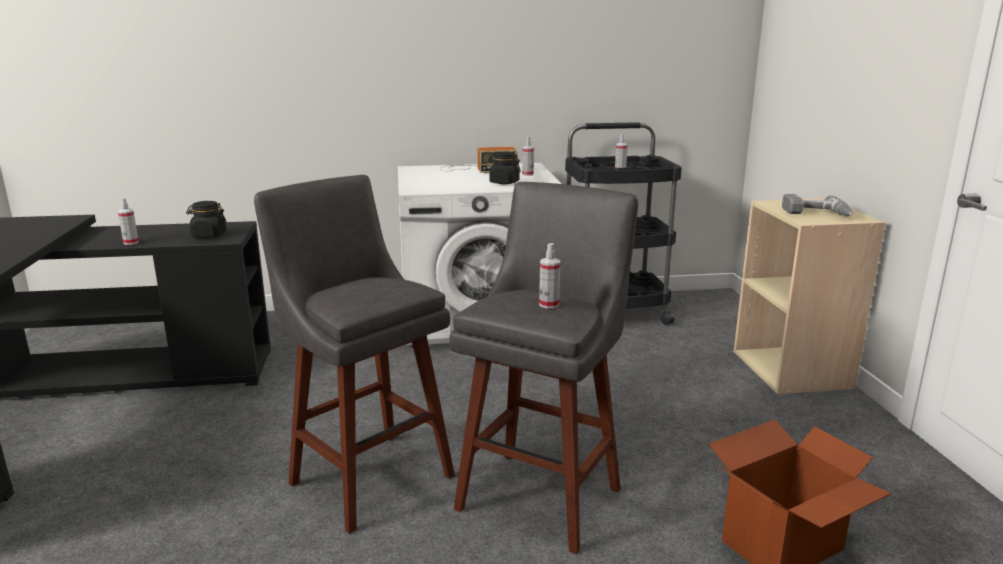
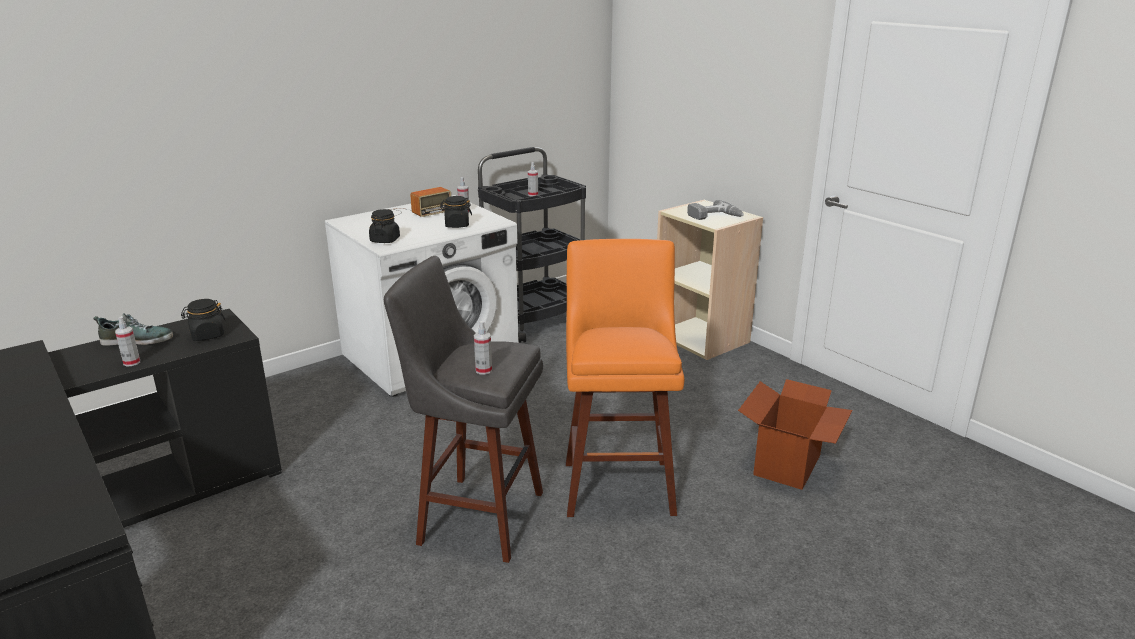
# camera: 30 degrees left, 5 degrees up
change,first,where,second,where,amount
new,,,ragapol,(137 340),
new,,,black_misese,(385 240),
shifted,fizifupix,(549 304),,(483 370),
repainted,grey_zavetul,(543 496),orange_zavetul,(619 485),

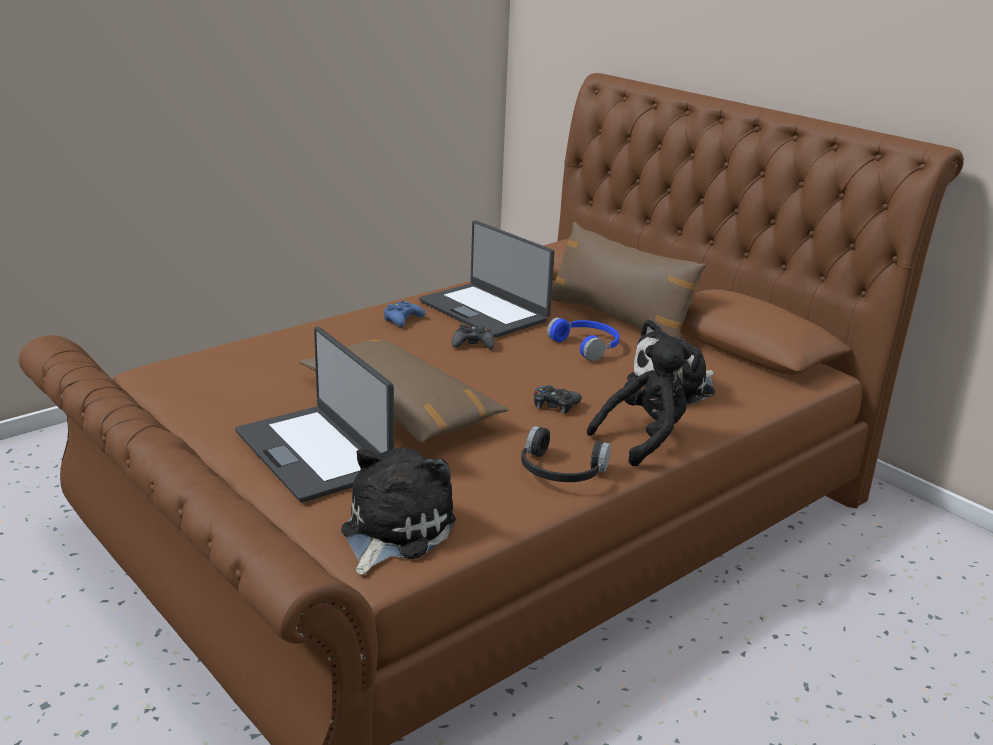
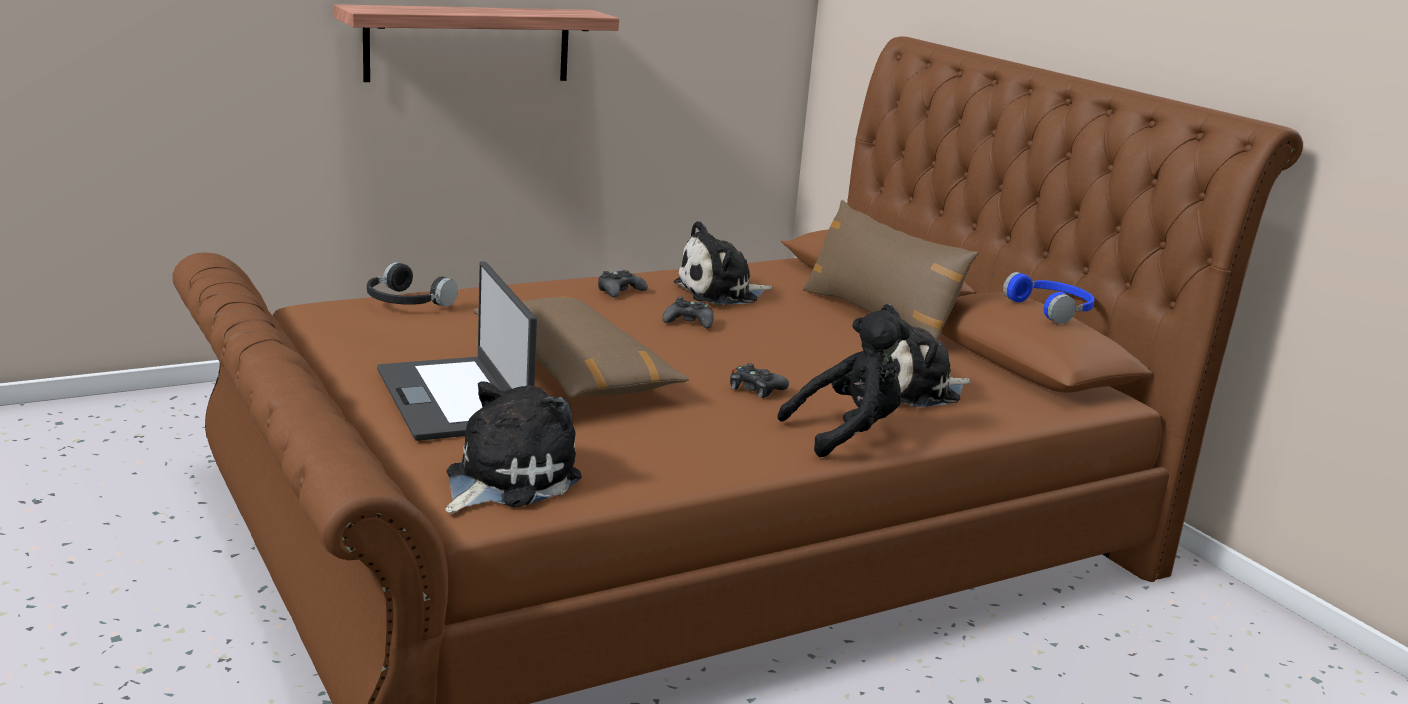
# camera: 10 degrees right, 5 degrees down
change,first,where,second,where,amount
new,,,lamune,(469 44),
shifted,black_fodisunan,(560 471),,(405 302),
shifted,blue_fodisunan,(587 346),,(1052 309),
swapped,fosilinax,(485 310),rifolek,(721 293),
repainted,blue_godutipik,(402 319),black_godutipik,(620 291),

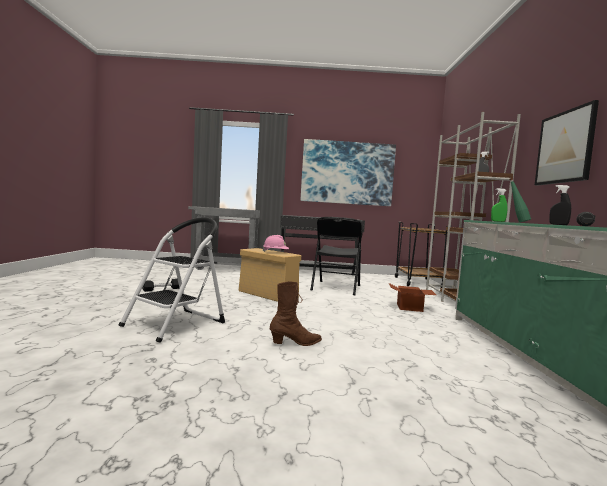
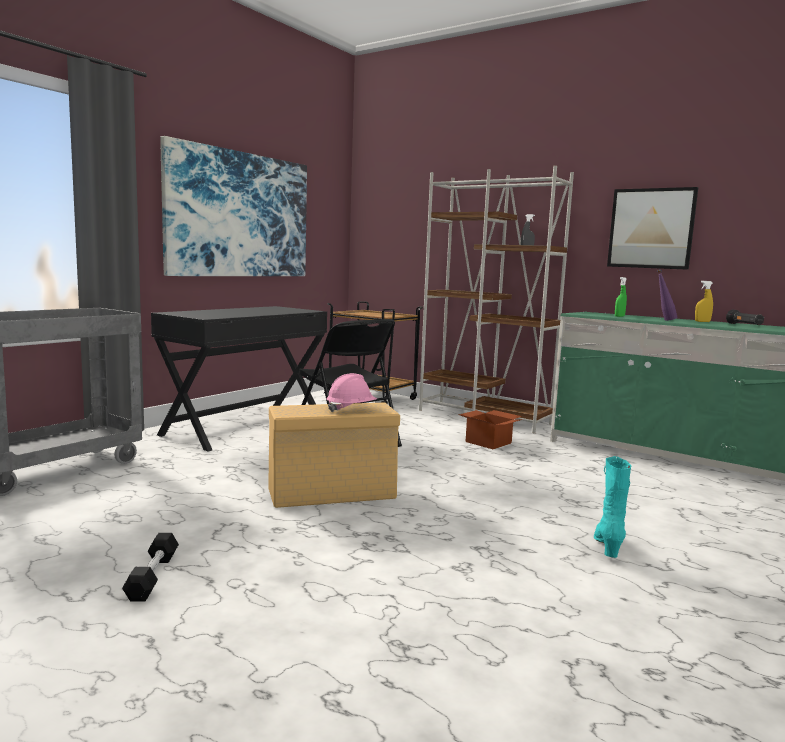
# camera: 55 degrees left, 5 degrees up
change,first,where,second,where,amount
gone,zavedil,(177 324),,,
repainted,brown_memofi,(296 343),turquoise_memofi,(608 546),
repainted,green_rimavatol,(517 222),purple_rimavatol,(663 320),
repainted,black_fizifupix,(558 224),yellow_fizifupix,(702 321),

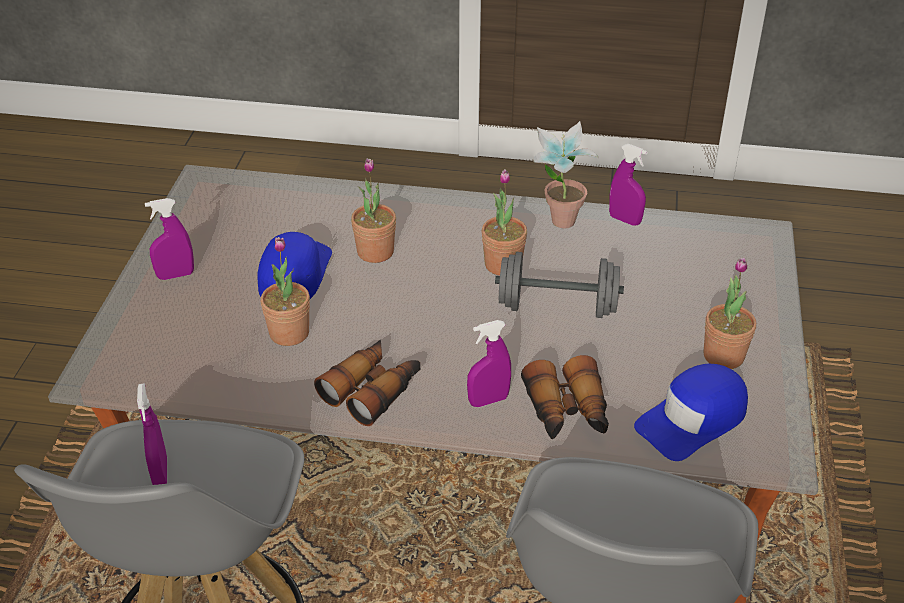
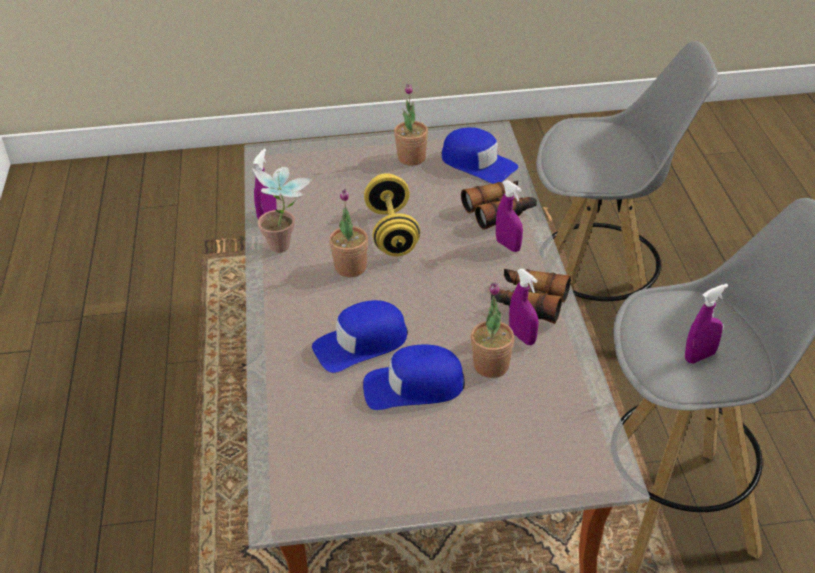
# camera: 105 degrees left, 0 degrees up
change,first,where,second,where,amount
shifted,purple_fizifupix,(175 275),,(522 337),
swapped,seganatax,(375 252),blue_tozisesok,(361 344),
repainted,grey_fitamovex,(557 307),yellow_fitamovex,(392 232),

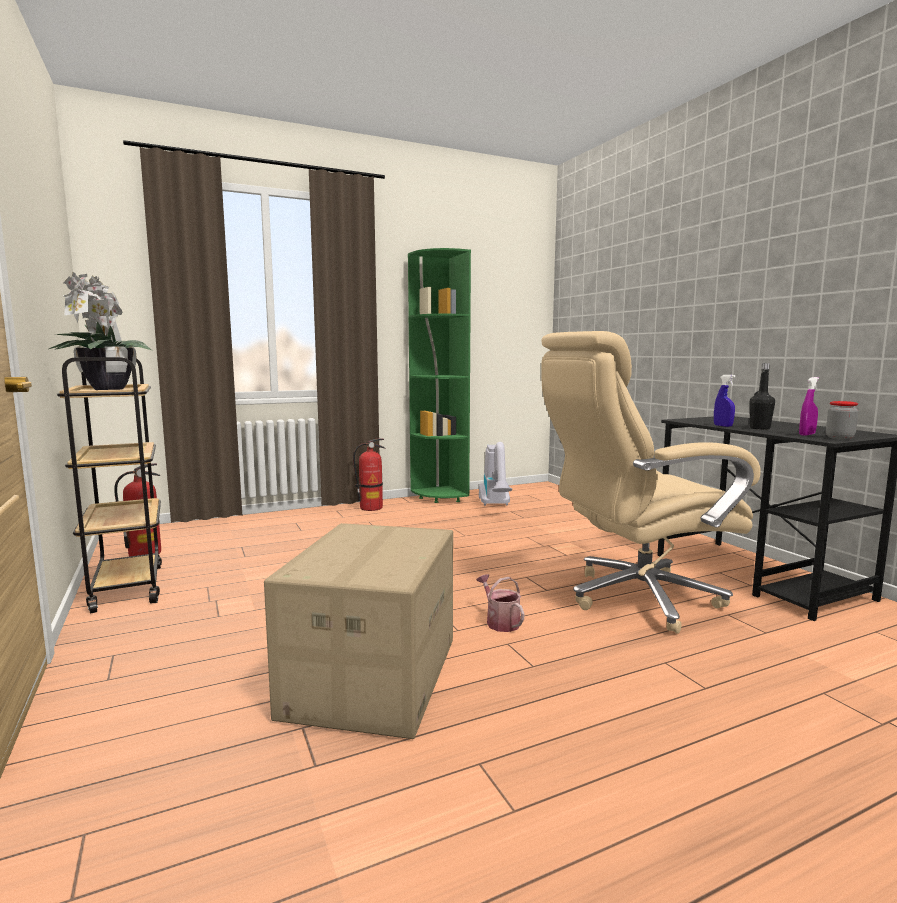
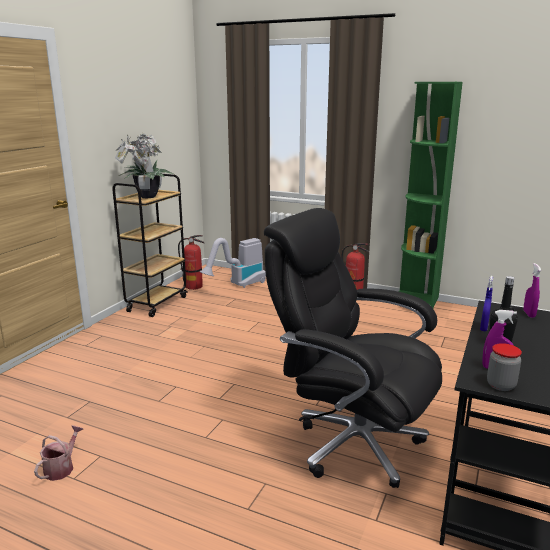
# camera: 50 degrees right, 10 degrees up
change,first,where,second,where,amount
gone,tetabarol,(371 676),,,
new,,,purple_fizifupix,(529 314),
shifted,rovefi,(500 621),,(61 467),
shifted,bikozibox,(496 505),,(238 285),
repainted,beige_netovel,(634 600),black_netovel,(351 443),

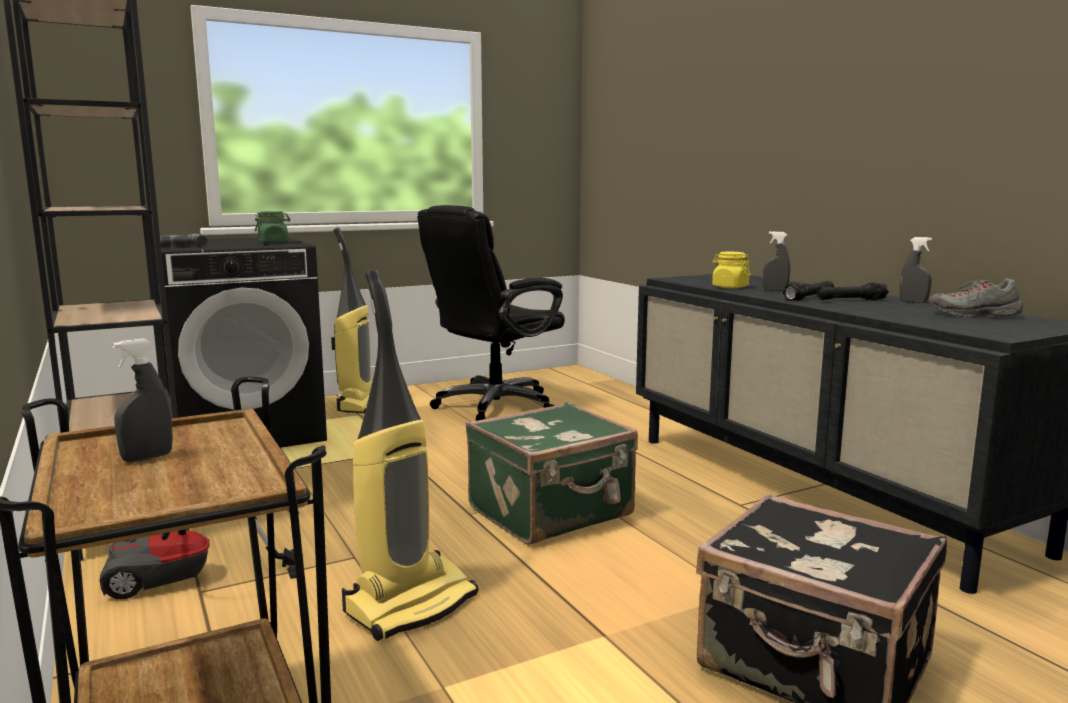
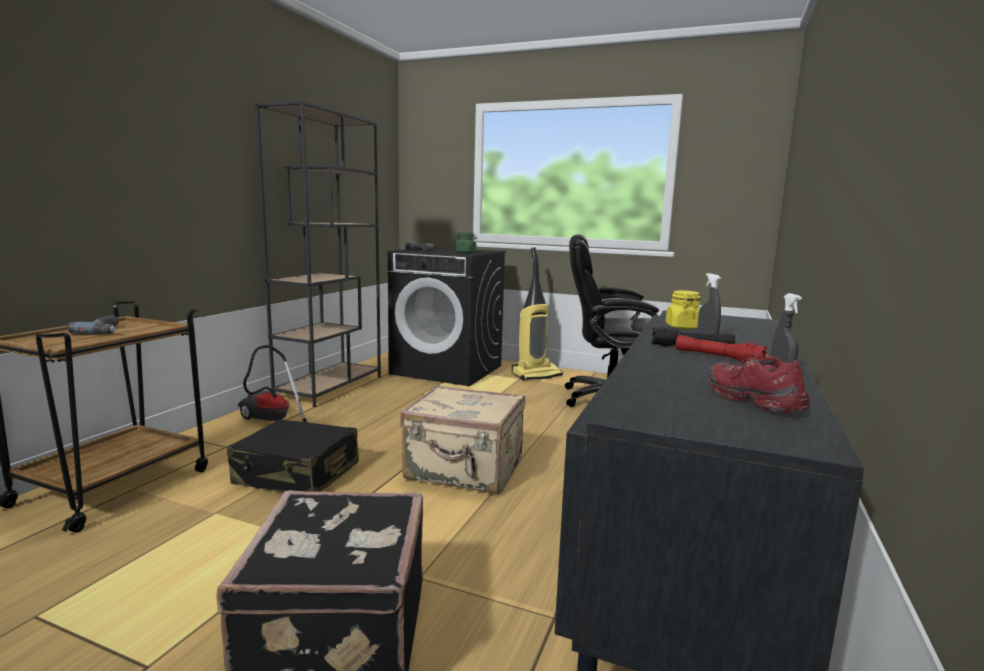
# camera: 50 degrees right, 0 degrees up
change,first,where,second,where,amount
swapped,grey_fizifupix,(147 458),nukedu,(106 331),
swapped,bikozibox,(410 604),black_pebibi,(297 474),
repainted,green_pebibi,(552 513),beige_pebibi,(465 470),
repainted,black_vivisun,(850 300),red_vivisun,(717 358),
repainted,grey_ragapol,(974 315),red_ragapol,(752 400),

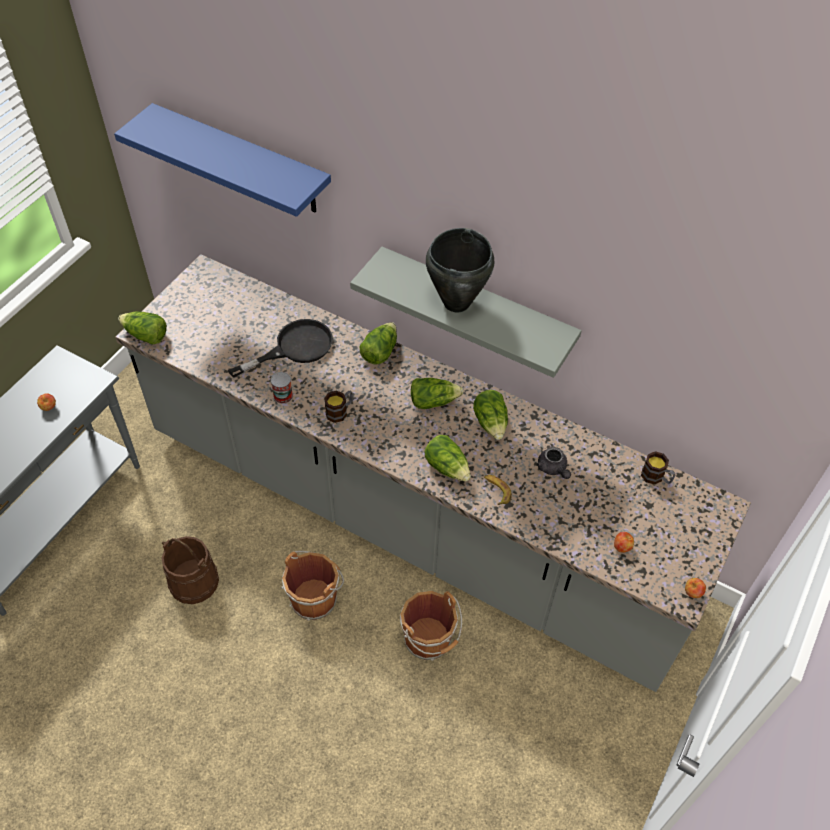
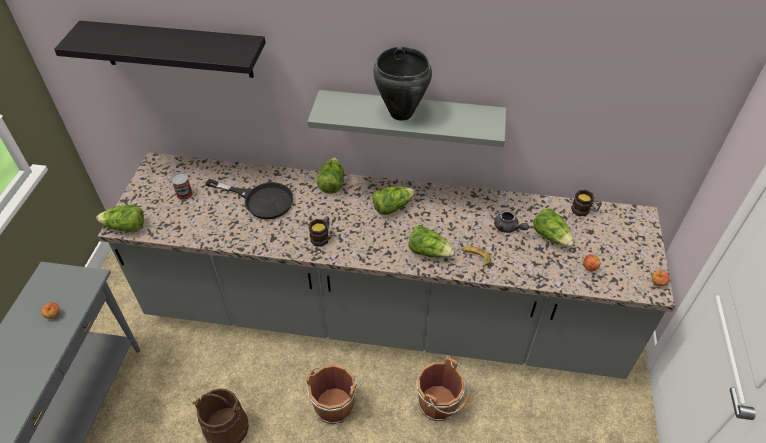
# camera: 20 degrees left, 5 degrees down
change,first,where,second,where,amount
shifted,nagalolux,(283 396),,(184 194),
shifted,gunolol,(491 423),,(551 236),
repainted,blue_lamune,(242 160),black_lamune,(176 49),
rotated,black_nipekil,(294 348),,(261 200),75 degrees clockwise

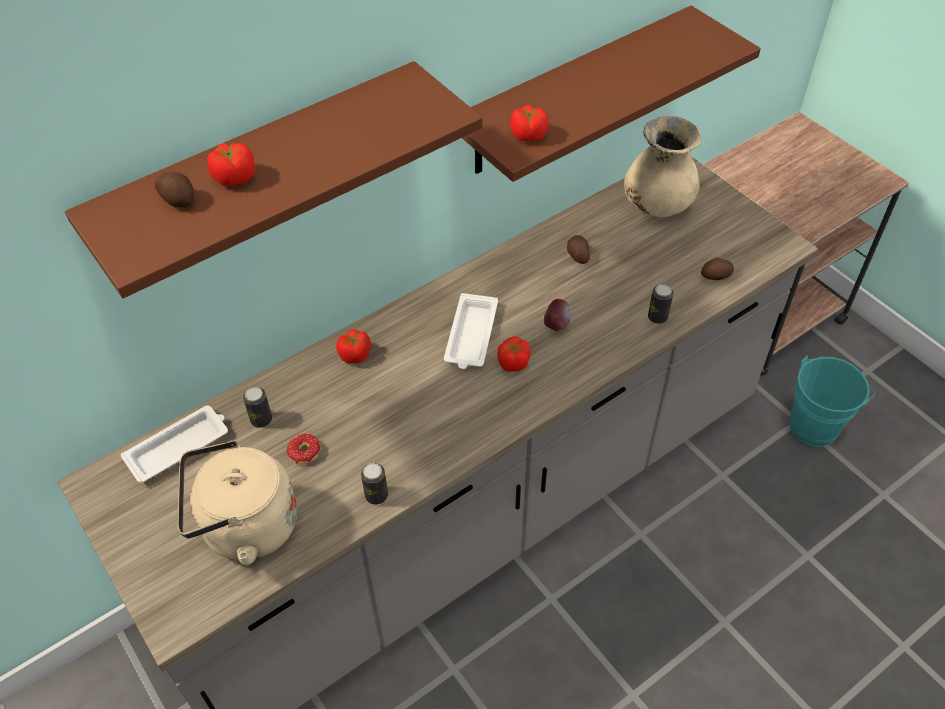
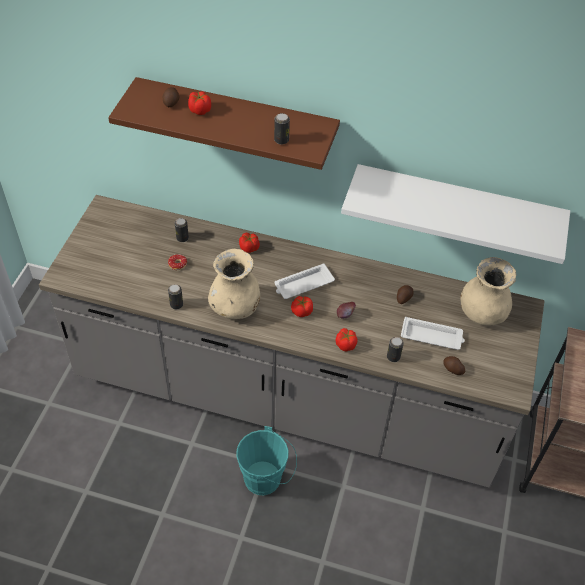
# camera: 50 degrees right, 0 degrees up
change,first,where,second,where,amount
gone,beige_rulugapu,(244 527),,,
new,,,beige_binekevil,(235 307),
new,,,nagalolux,(281 140),
shifted,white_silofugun,(179 447),,(432 336),
shifted,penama,(528 135),,(345 344),
shifted,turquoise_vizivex,(817 423),,(266 479),
repainted,brown_lamune,(573 92),white_lamune,(456 206),

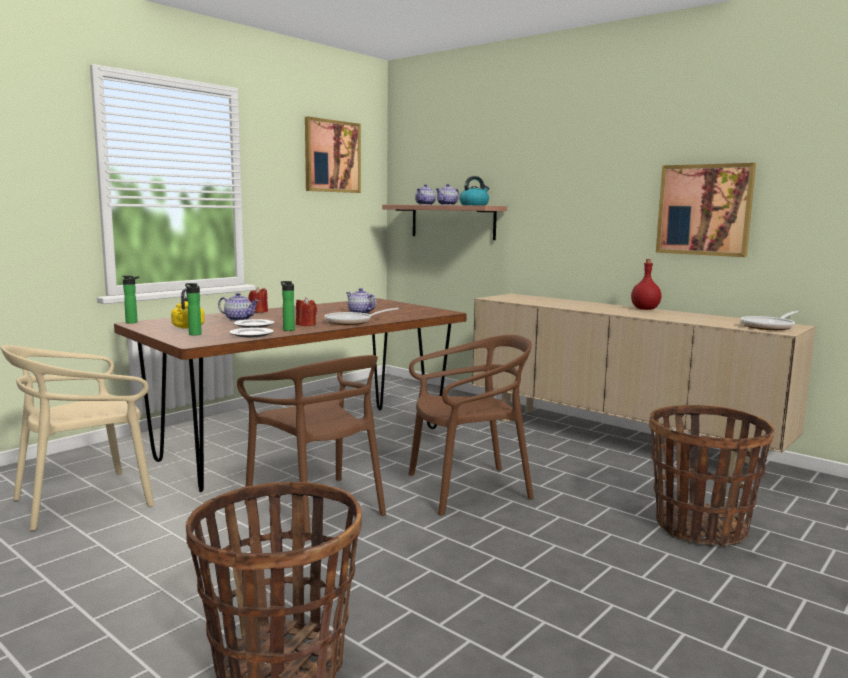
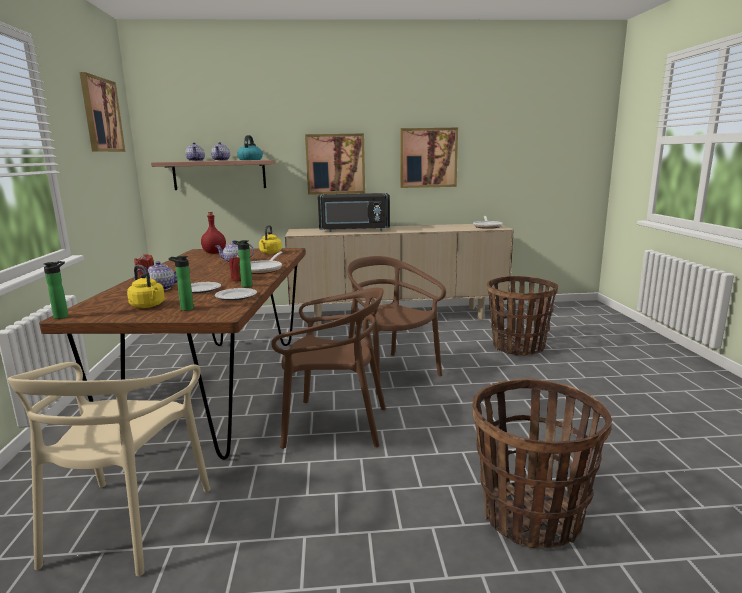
# camera: 45 degrees left, 5 degrees up
change,first,where,second,where,amount
new,,,yellow_rulugapu,(270 253),
new,,,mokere,(335 164),
new,,,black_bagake,(354 230),
shifted,red_rimavatol,(644 309),,(214 253),
rotated,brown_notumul,(468 489),,(390 373),60 degrees counterclockwise

